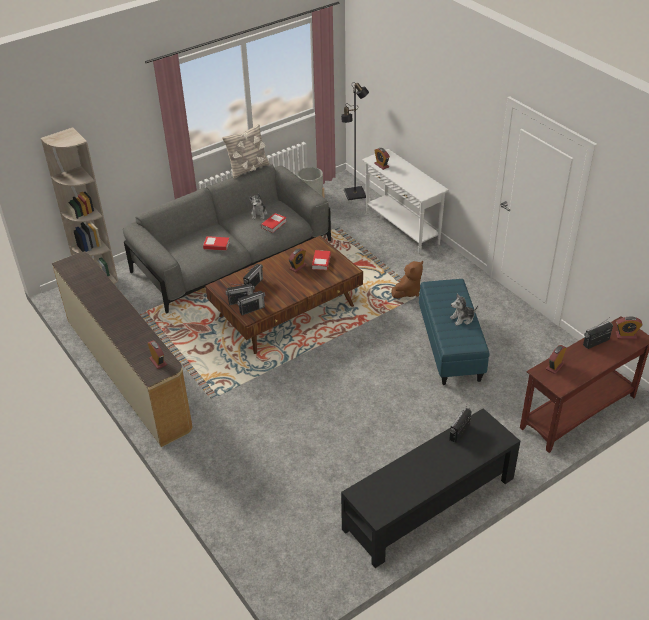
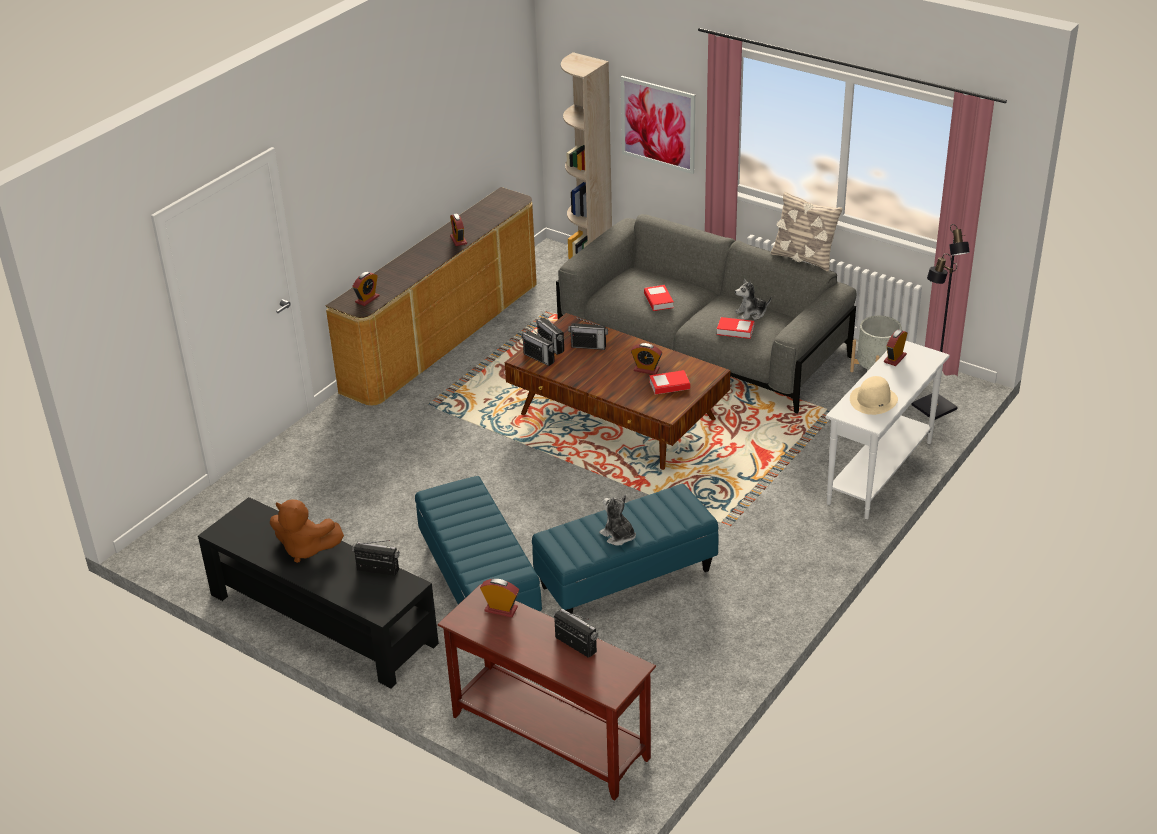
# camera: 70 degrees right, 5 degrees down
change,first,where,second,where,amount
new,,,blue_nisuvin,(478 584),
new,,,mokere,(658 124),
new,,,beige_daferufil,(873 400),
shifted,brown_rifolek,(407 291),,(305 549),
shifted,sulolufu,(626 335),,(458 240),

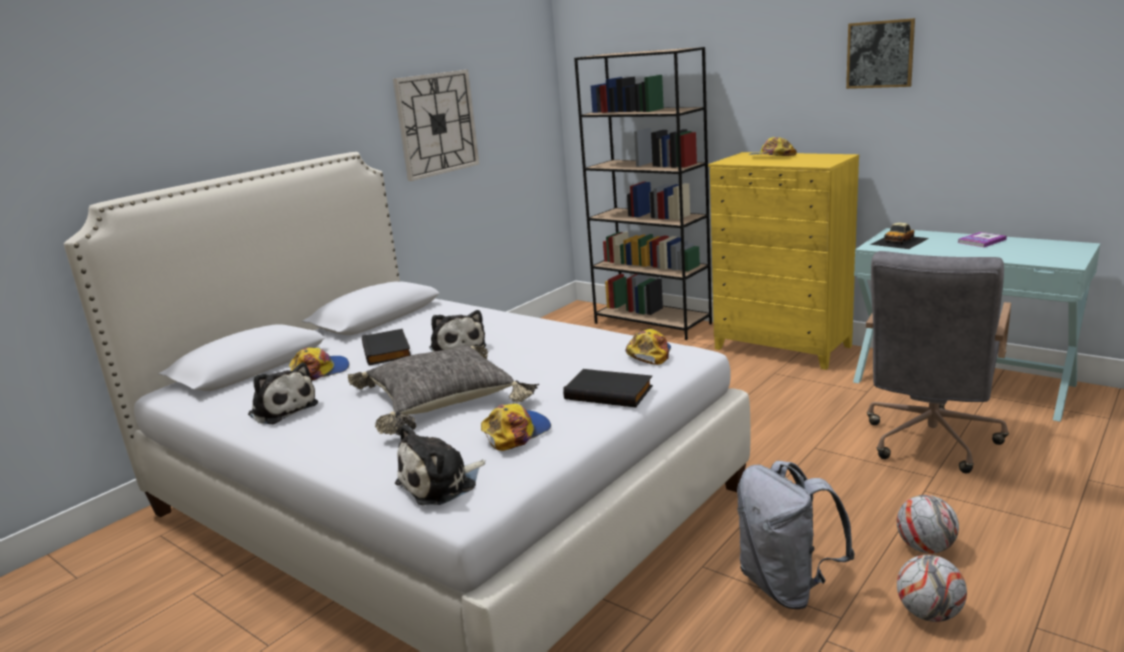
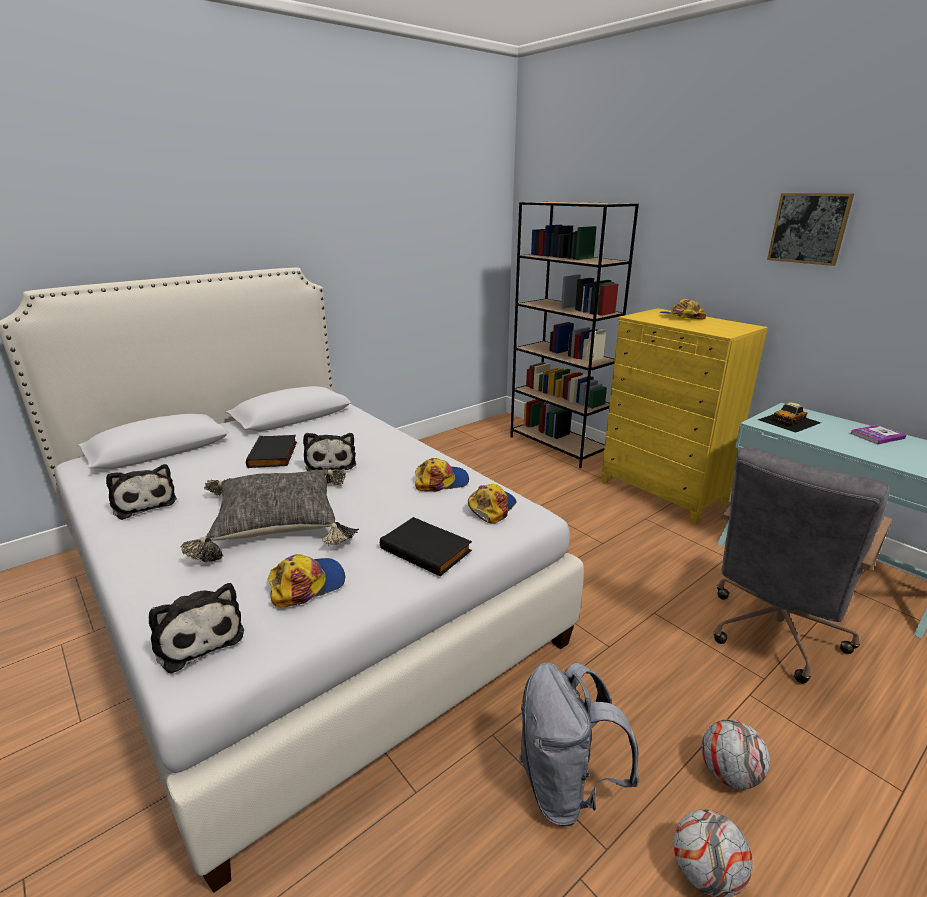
# camera: 10 degrees right, 5 degrees up
change,first,where,second,where,amount
gone,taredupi,(437 124),,,
shifted,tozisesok,(320 371),,(441 481),
rotated,rifolek,(441 484),,(197 637),105 degrees counterclockwise

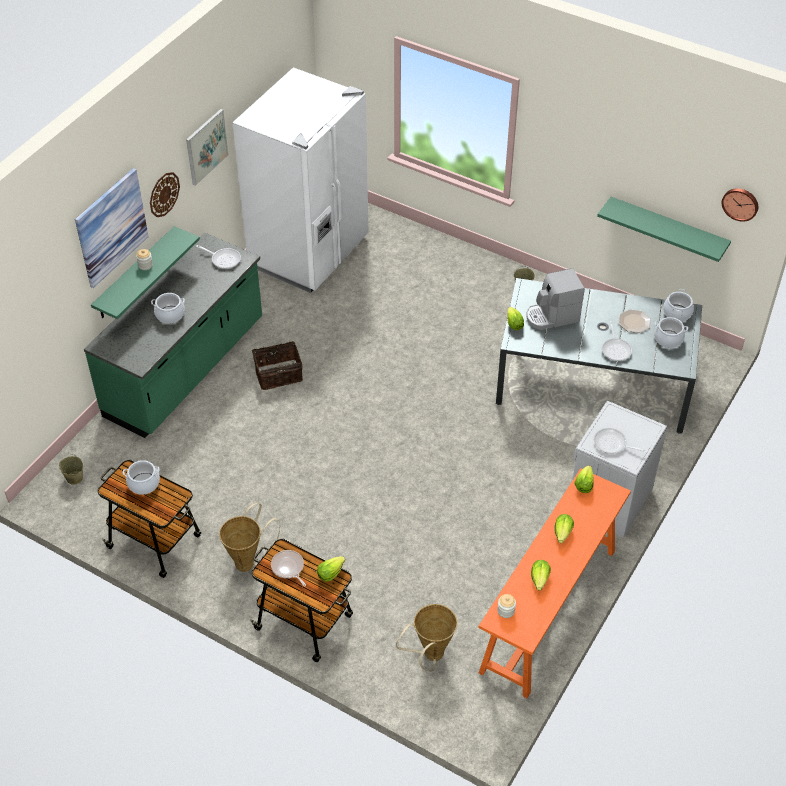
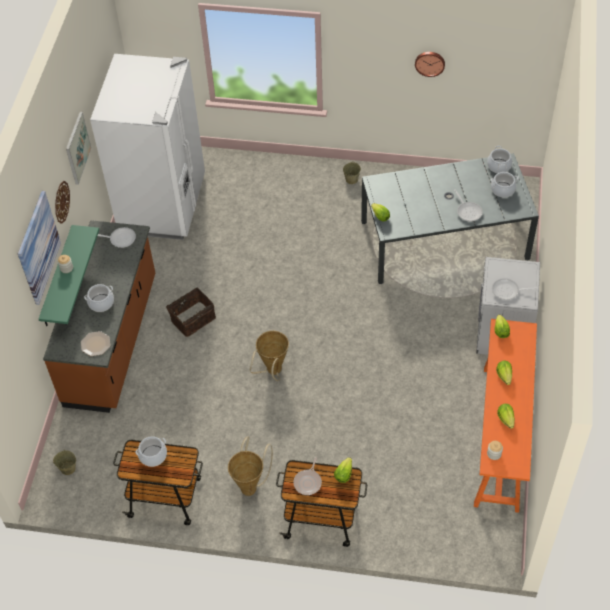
# camera: 20 degrees left, 5 degrees up
change,first,where,second,where,amount
gone,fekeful,(552 316),,,
gone,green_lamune,(668 228),,,
shifted,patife,(430 656),,(272 372),
shifted,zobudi,(634 322),,(96 344),
shifted,taredupi,(740 203),,(430 63),
repainted,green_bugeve,(186 369),brown_bugeve,(112 341),
rotated,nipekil,(288 568),,(308 482),105 degrees counterclockwise

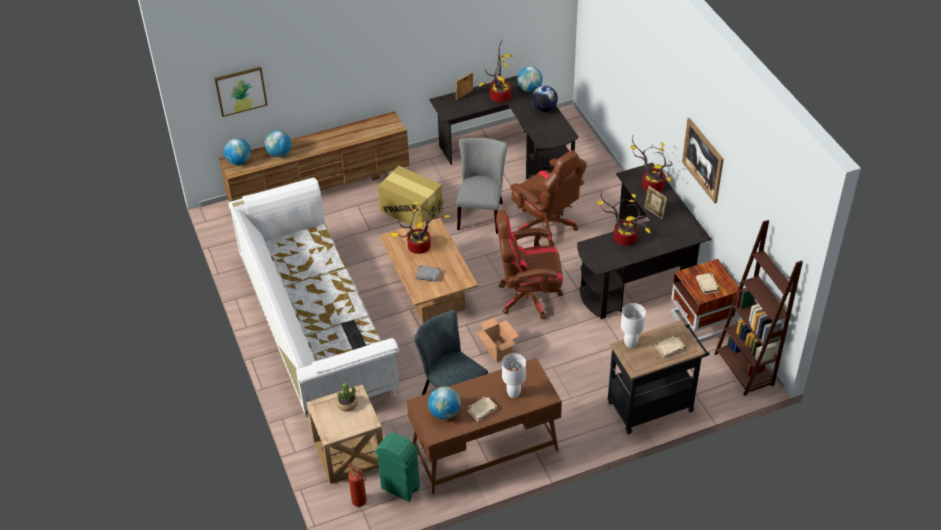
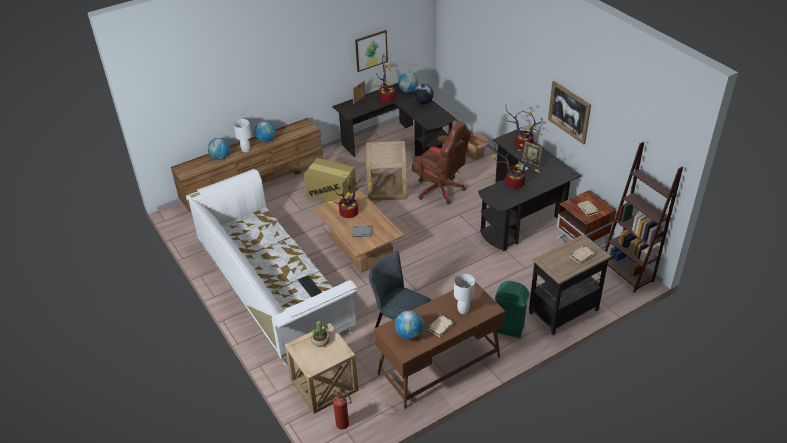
# camera: 10 degrees left, 5 degrees down
change,first,where,second,where,amount
gone,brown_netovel,(529 297),,,
shifted,mokere,(241 91),,(371 50),
shifted,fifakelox,(239 161),,(266 140),
shifted,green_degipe,(400 488),,(509 329),
shifted,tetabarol,(497 351),,(473 154),
shifted,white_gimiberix,(630 343),,(246 150),
swapped,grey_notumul,(481 213),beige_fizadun,(387 187),

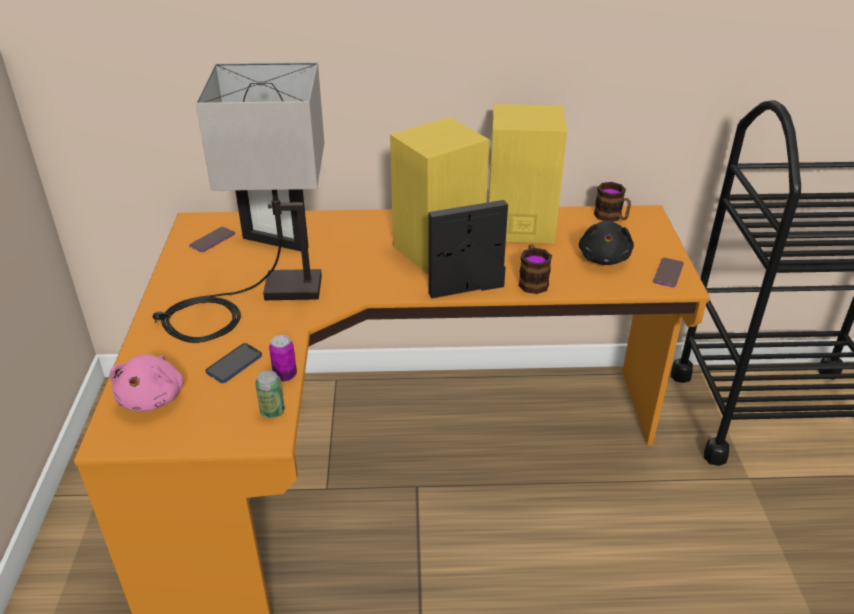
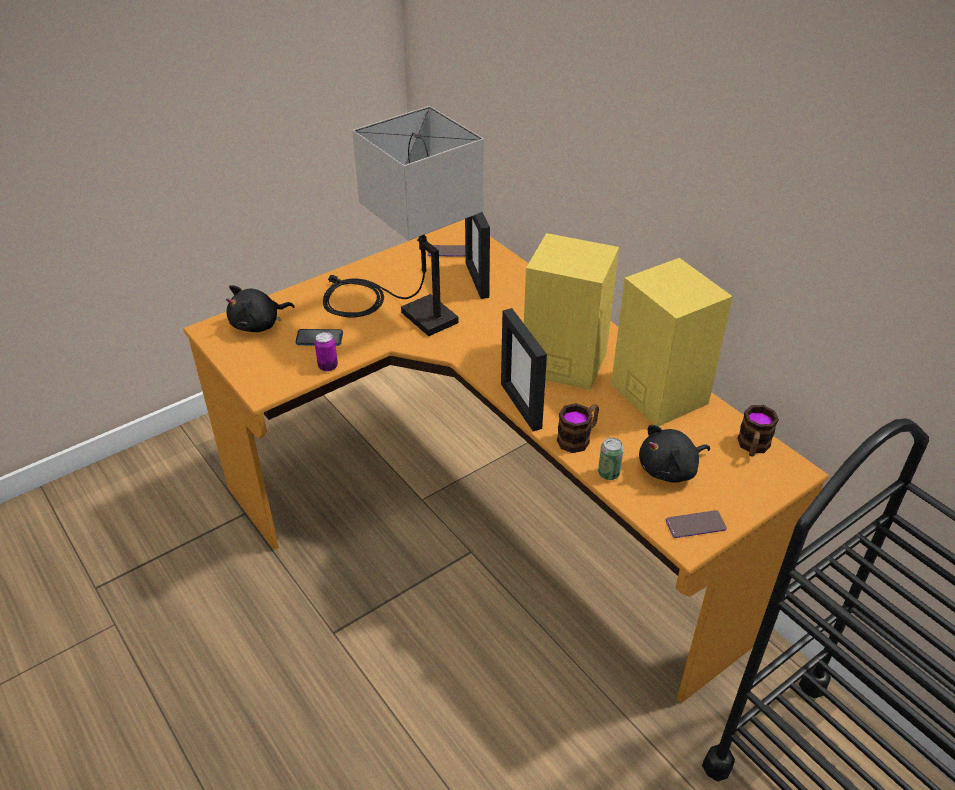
# camera: 55 degrees right, 5 degrees up
change,first,where,second,where,amount
shifted,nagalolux,(272 411),,(608 473),
repainted,pink_rifolek,(153 397),black_rifolek,(258 324),
rotated,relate,(466 290),,(522 405),150 degrees counterclockwise

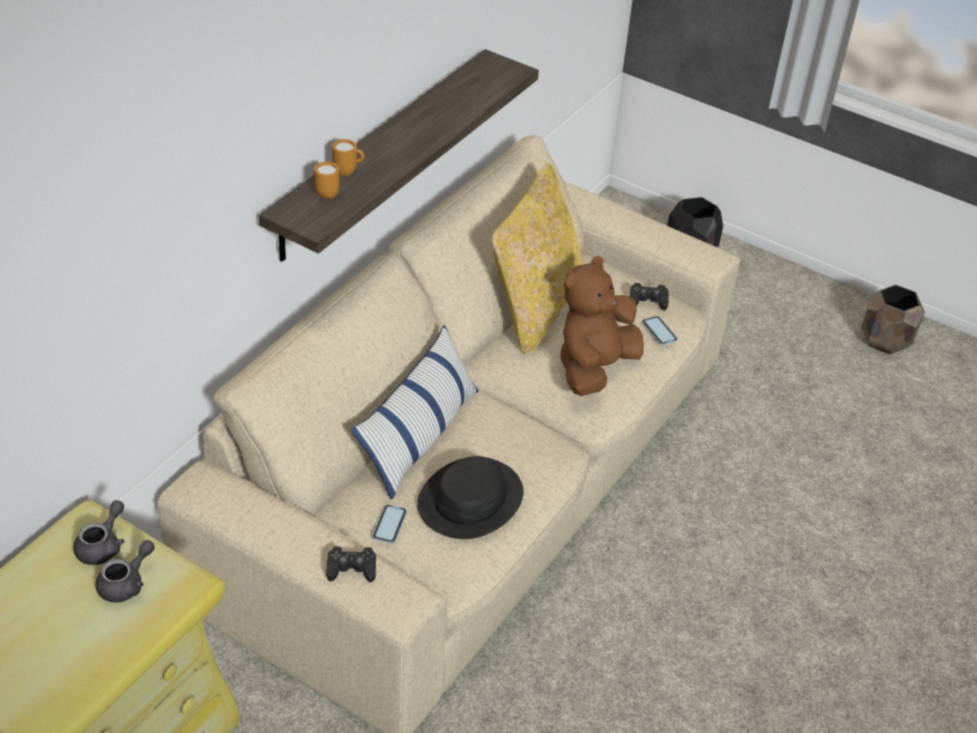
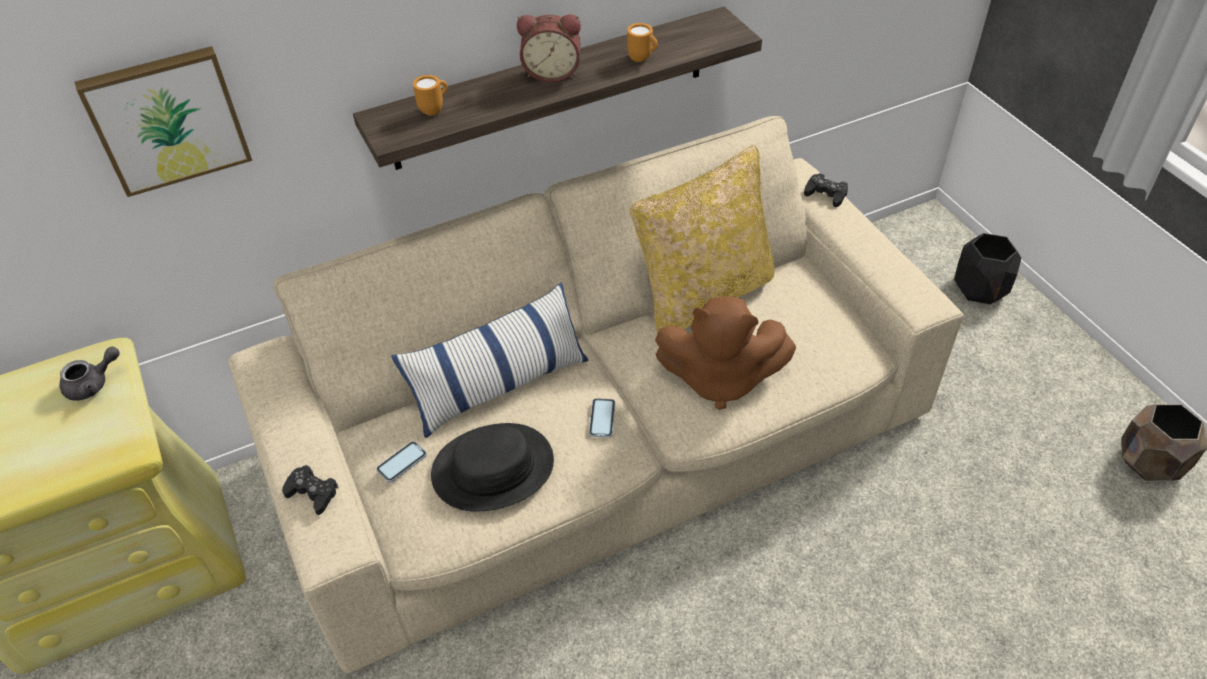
# camera: 35 degrees right, 5 degrees up
change,first,where,second,where,amount
gone,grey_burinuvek,(126 583),,,
new,,,mokere,(167 119),
new,,,sulolufu,(552 72),
shifted,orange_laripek,(348 172),,(643 59),
shifted,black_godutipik,(648 300),,(826 194),
shifted,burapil,(659 332),,(602 419),
rotated,brown_rifolek,(594 368),,(719 379),150 degrees counterclockwise

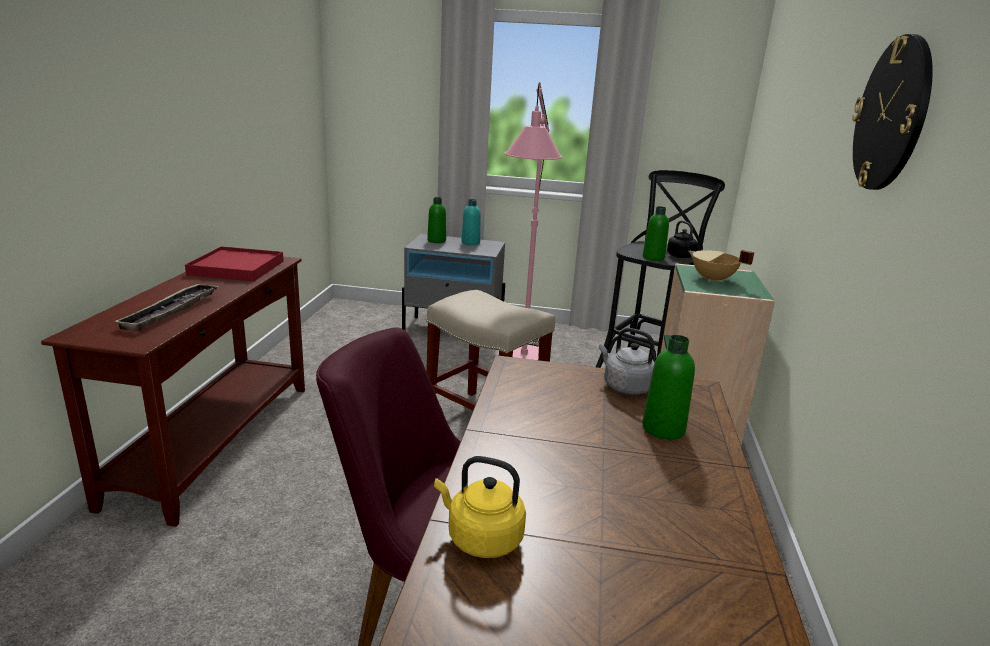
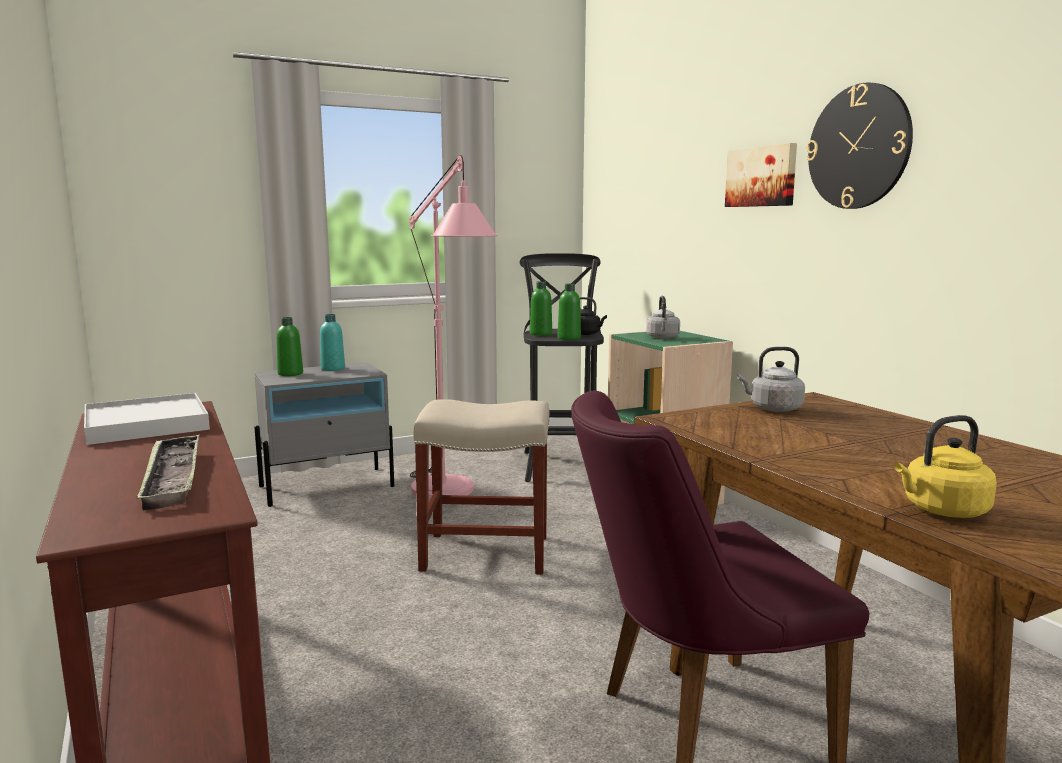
# camera: 35 degrees left, 10 degrees down
change,first,where,second,where,amount
new,,,mokere,(762 177),
shifted,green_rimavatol,(663 429),,(541 334),
swapped,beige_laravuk,(712 280),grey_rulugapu,(663 338),
repainted,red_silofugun,(236 268),white_silofugun,(146 424),

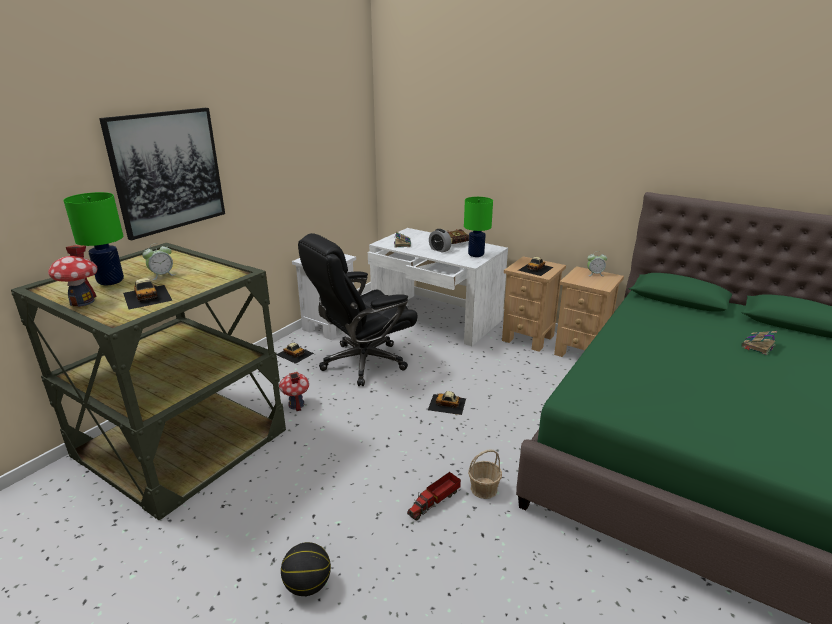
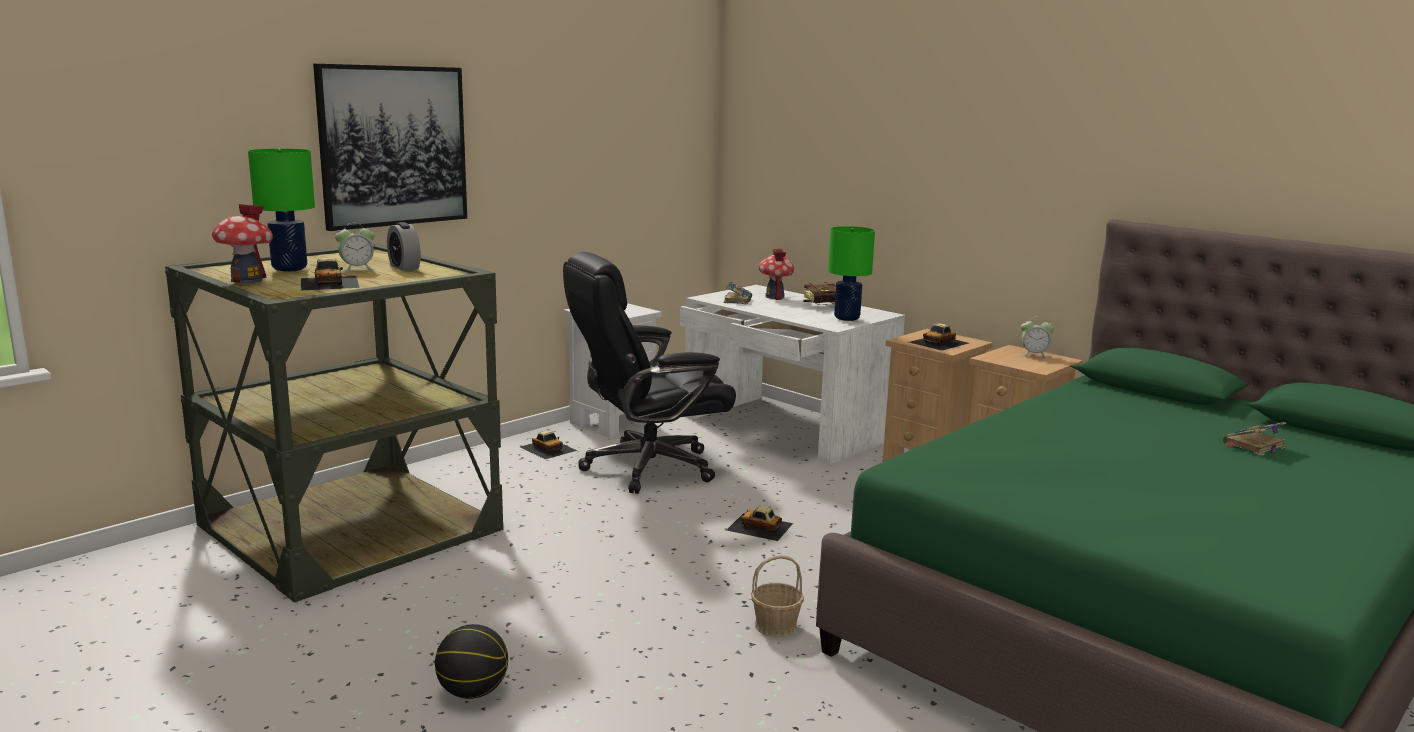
# camera: 10 degrees right, 10 degrees down
change,first,where,second,where,amount
gone,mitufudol,(435 501),,,
shifted,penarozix,(296 405),,(774 297),
shifted,sulolufu,(439 250),,(404 267),

